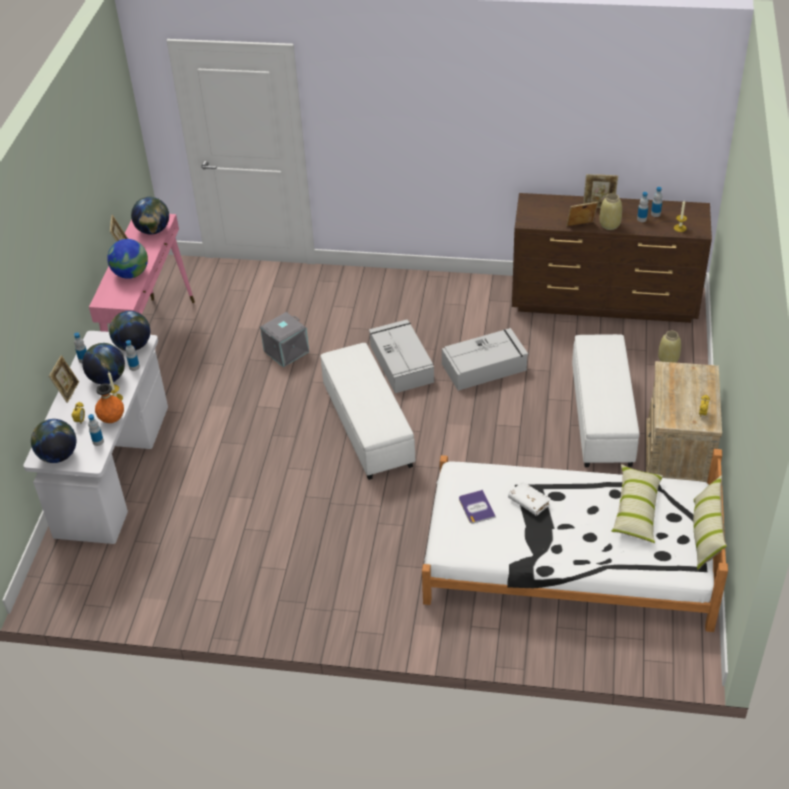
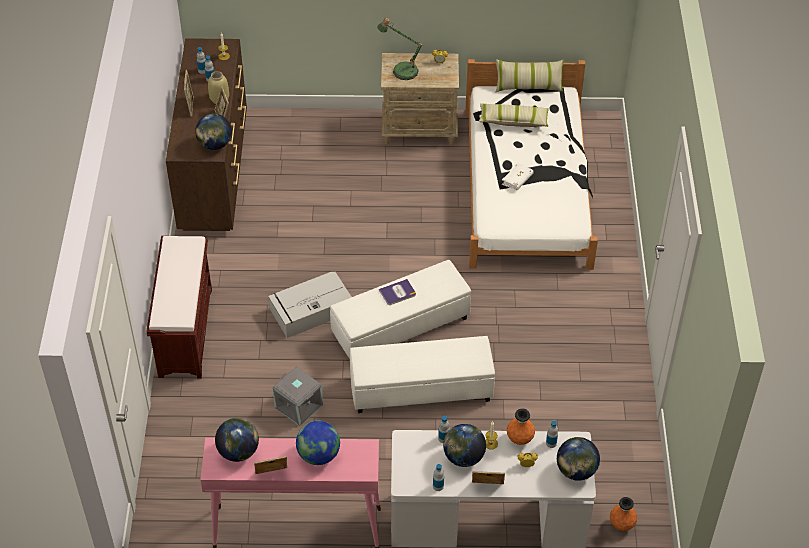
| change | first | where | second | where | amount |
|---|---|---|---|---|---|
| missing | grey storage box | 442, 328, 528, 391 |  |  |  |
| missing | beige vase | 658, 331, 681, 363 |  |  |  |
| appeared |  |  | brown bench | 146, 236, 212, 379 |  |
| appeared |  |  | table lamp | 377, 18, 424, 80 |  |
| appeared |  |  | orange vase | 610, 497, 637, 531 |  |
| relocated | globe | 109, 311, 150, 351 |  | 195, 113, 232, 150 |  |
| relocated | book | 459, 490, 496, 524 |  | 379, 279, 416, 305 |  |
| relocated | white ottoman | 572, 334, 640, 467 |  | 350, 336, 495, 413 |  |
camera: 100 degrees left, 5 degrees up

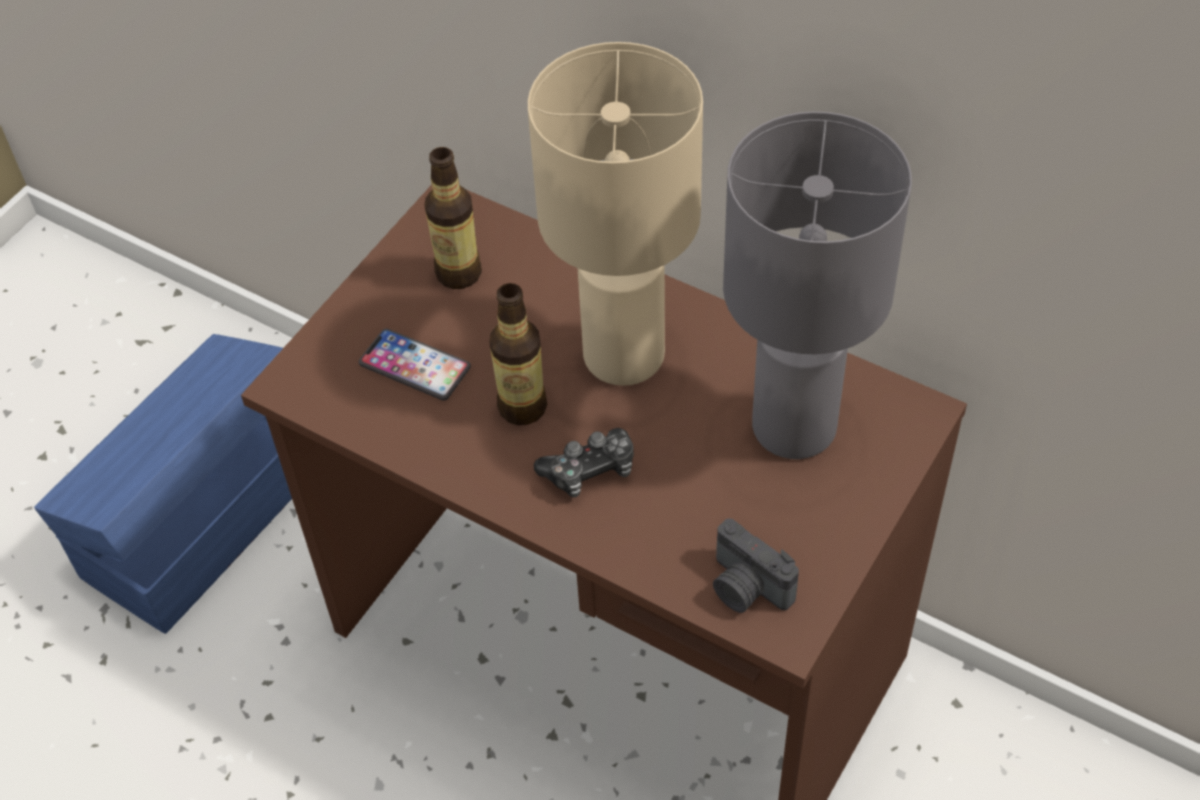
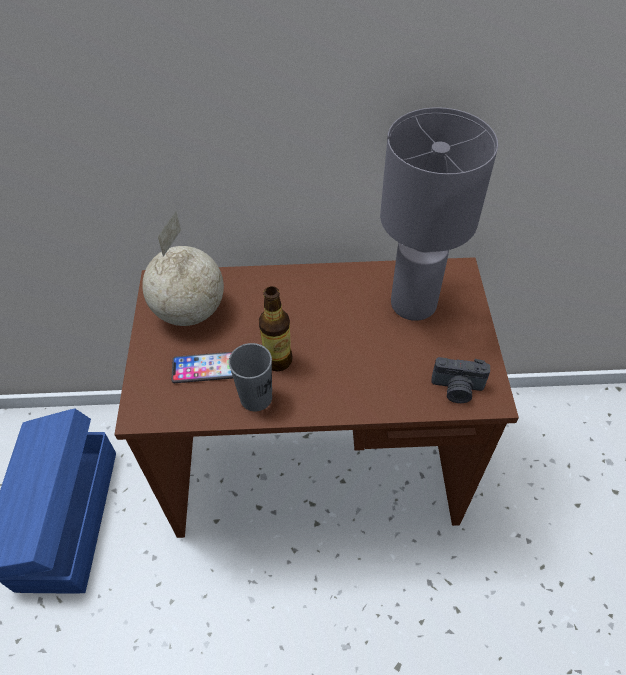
| change | first | where | second | where | amount |
|---|---|---|---|---|---|
| missing | beige table lamp | 528, 42, 703, 386 |  |  |  |
| missing | game controller | 534, 428, 634, 497 |  |  |  |
| appeared |  |  | grey cup | 229, 343, 272, 411 |  |
| exchanged | bottle | 424, 147, 482, 289 | globe | 142, 210, 224, 326 |  |
camera: 35 degrees left, 0 degrees up

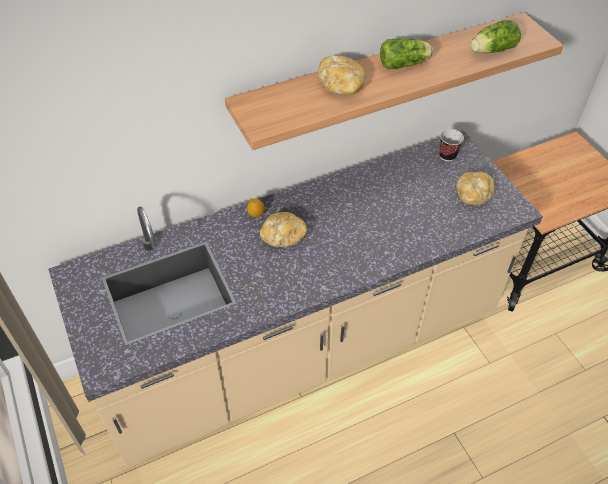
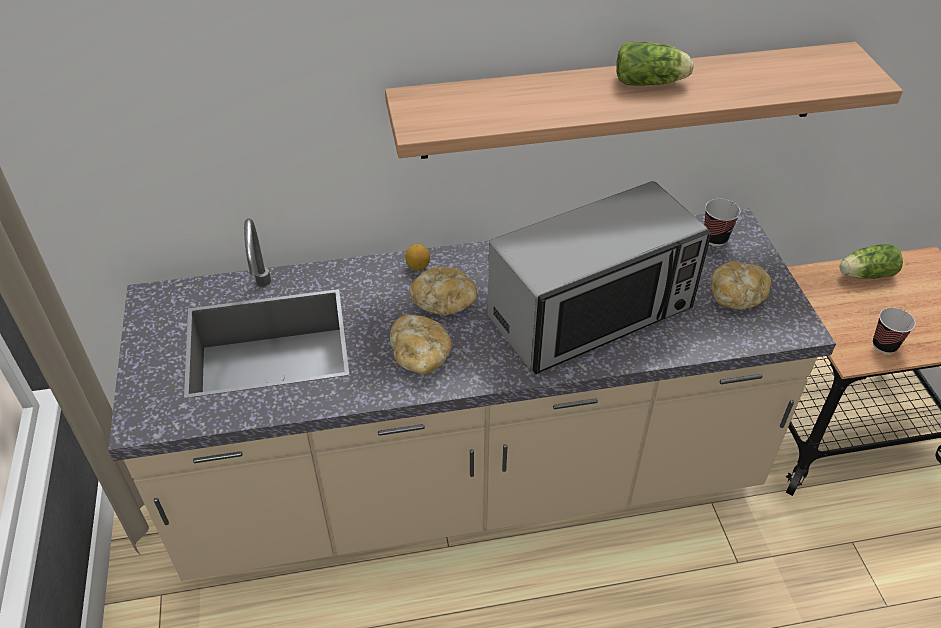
| change | first | where | second | where | amount |
|---|---|---|---|---|---|
| appeared |  |  | microwave | 488, 181, 711, 374 |  |
| appeared |  |  | cup | 873, 307, 916, 354 |  |
| relocated | bread | 318, 55, 366, 95 |  | 390, 315, 452, 374 |  |
| relocated | lettuce | 471, 20, 521, 53 |  | 840, 244, 903, 279 |  |
camera: 15 degrees right, 5 degrees down

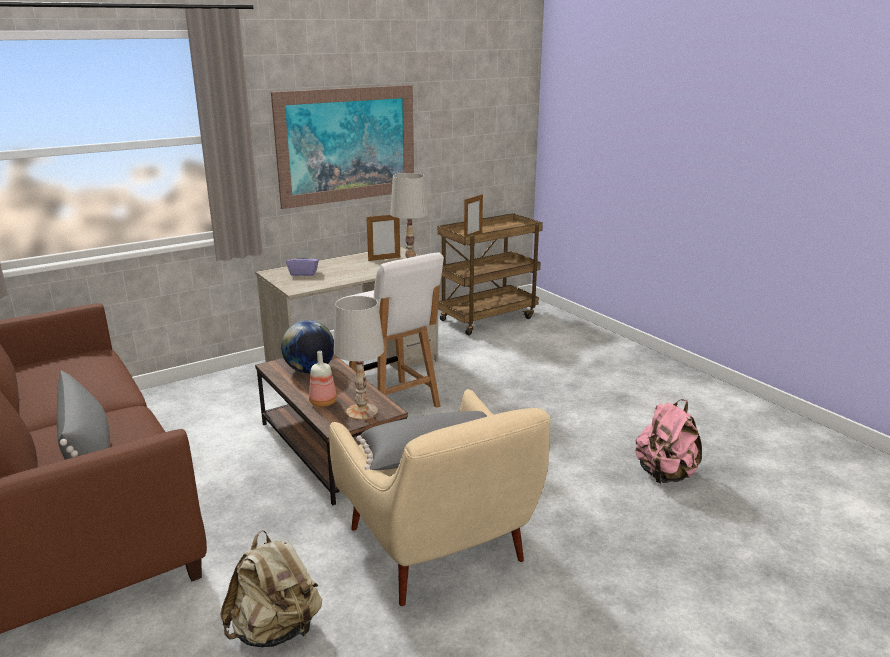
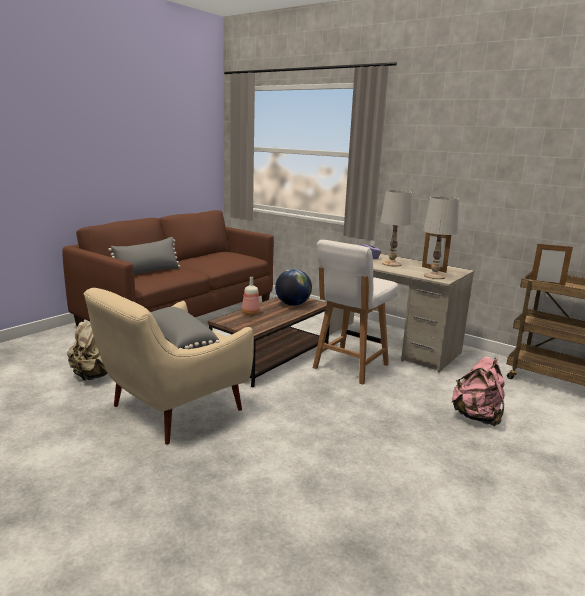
| change | first | where | second | where | amount |
|---|---|---|---|---|---|
| missing | picture | 271, 85, 414, 209 |  |  |  |
| relocated | white table lamp | 333, 296, 384, 420 |  | 380, 190, 412, 267 |  |
| relocated | pink backpack | 635, 399, 702, 483 |  | 452, 356, 505, 426 |  |
camera: 70 degrees right, 5 degrees down

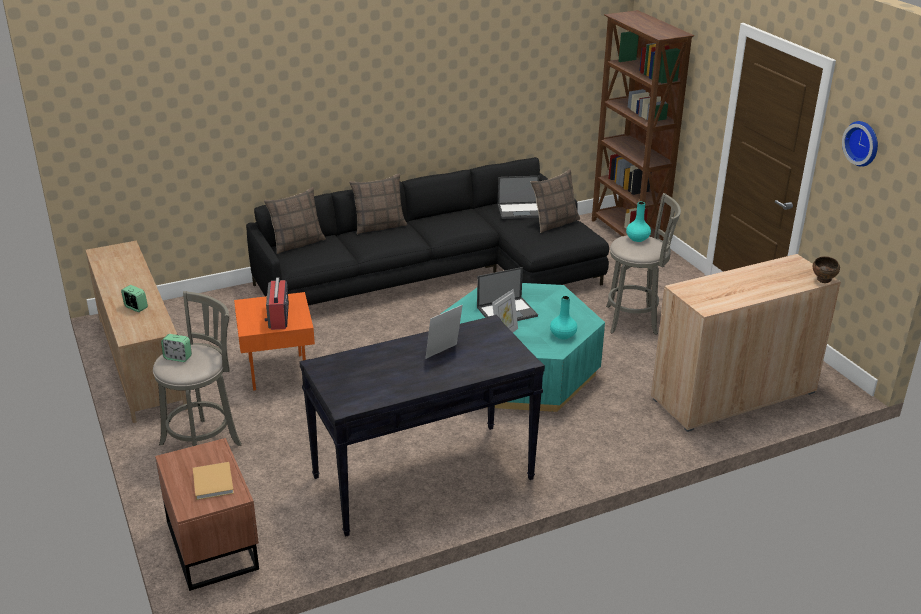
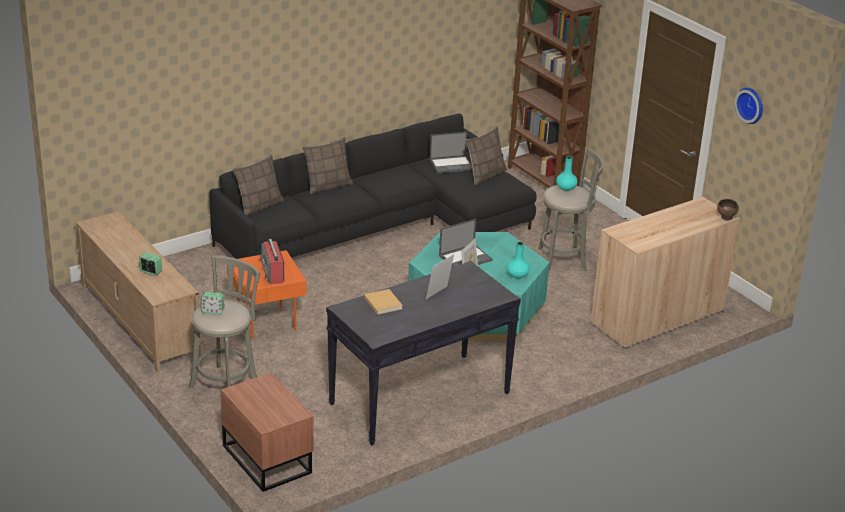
| change | first | where | second | where | amount |
|---|---|---|---|---|---|
| relocated | beige book | 193, 462, 234, 500 |  | 364, 289, 403, 315 |  |
camera: 10 degrees left, 0 degrees up

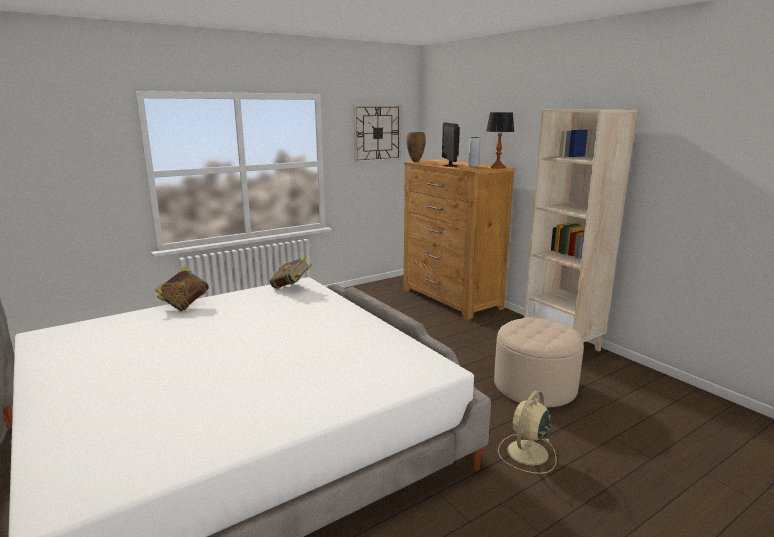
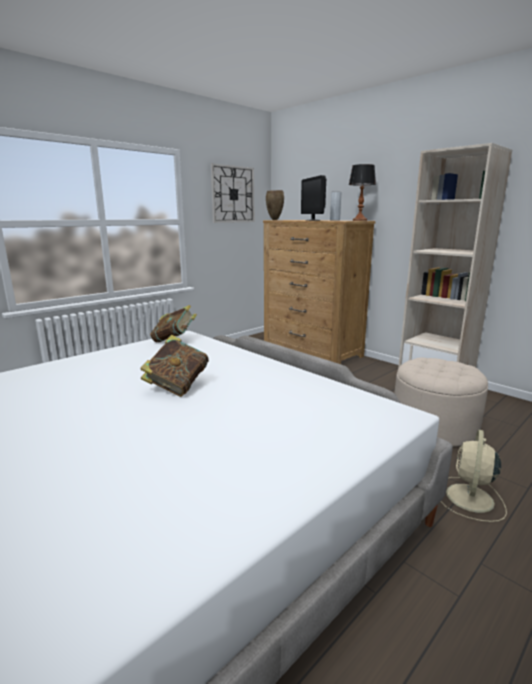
| change | first | where | second | where | amount |
|---|---|---|---|---|---|
| relocated | book | 155, 267, 209, 312 |  | 141, 335, 209, 397 |  |
camera: 10 degrees left, 0 degrees up

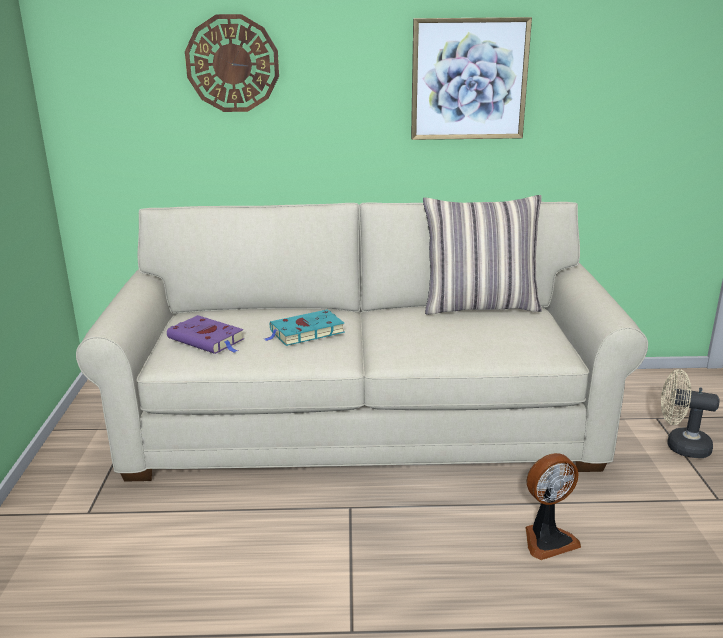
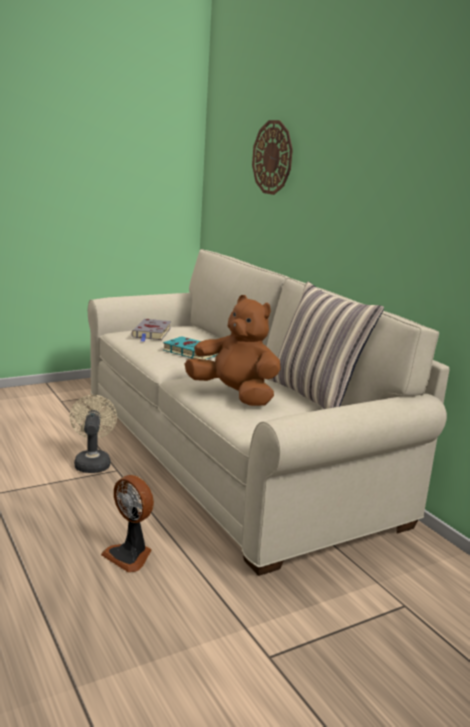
| change | first | where | second | where | amount |
|---|---|---|---|---|---|
| missing | picture | 411, 17, 532, 140 |  |  |  |
| appeared |  |  | brown plush toy | 185, 295, 280, 406 |  |
| relocated | beige fan | 661, 369, 720, 458 |  | 70, 395, 117, 473 |  |
| colour | purple book | 167, 315, 244, 354 | grey book | 131, 319, 171, 342 |  |
camera: 60 degrees right, 5 degrees down

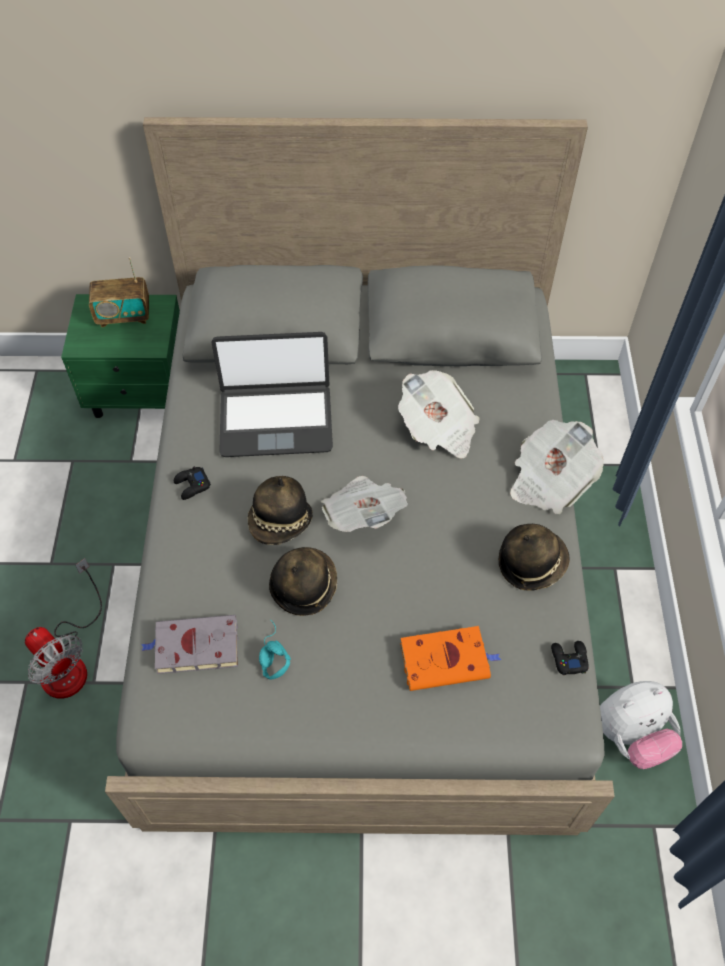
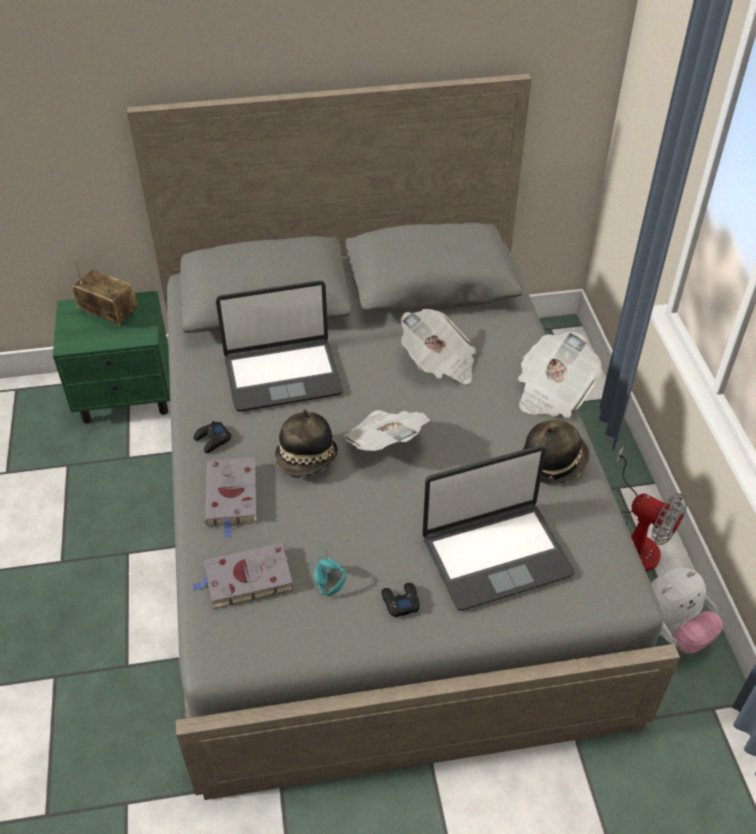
| change | first | where | second | where | amount |
|---|---|---|---|---|---|
| missing | hat | 269, 547, 337, 616 |  |  |  |
| appeared |  |  | grey book | 205, 457, 257, 538 |  |
| relocated | fan | 25, 558, 102, 699 |  | 616, 446, 687, 572 |  |
| relocated | black game controller | 551, 641, 589, 675 |  | 381, 583, 420, 617 |  |
| exchanged | orange book | 400, 626, 501, 691 | laptop | 422, 445, 574, 611 |  |
| spun | radio | 89, 257, 149, 327 |  | 72, 258, 137, 327 | 135 degrees counterclockwise |
camera: 10 degrees left, 10 degrees down

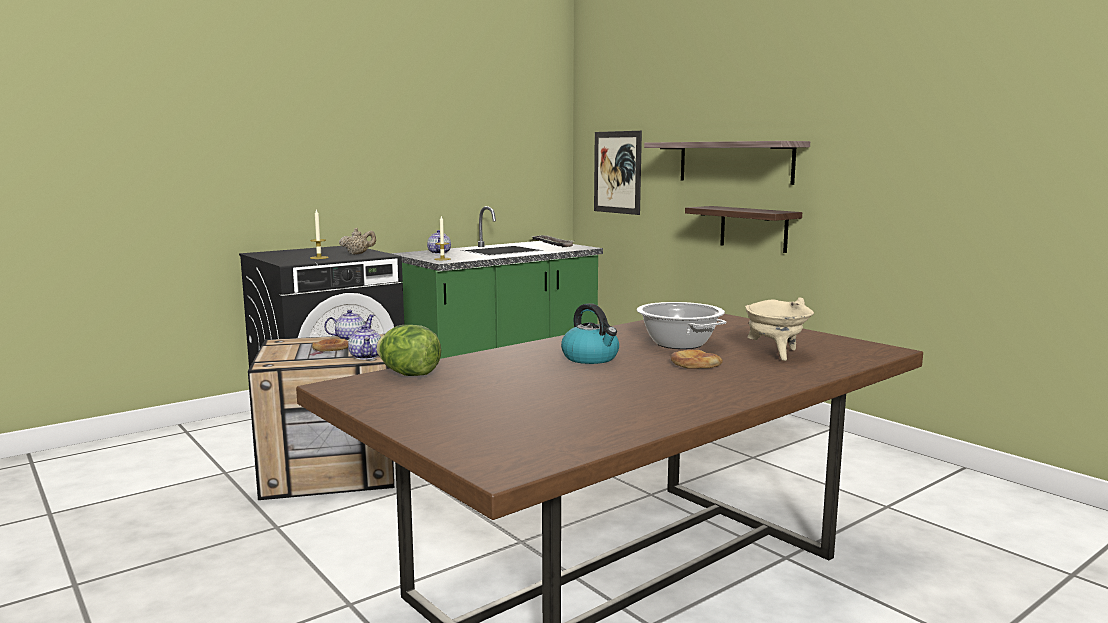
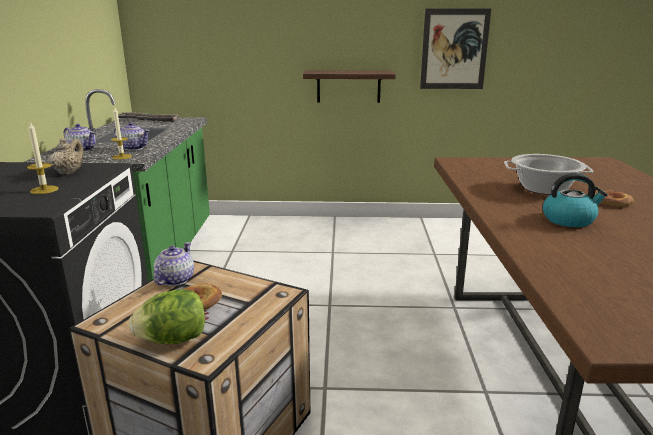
| change | first | where | second | where | amount |
|---|---|---|---|---|---|
| missing | shelf | 644, 141, 810, 185 |  |  |  |
| missing | beige cooking pot | 745, 298, 814, 361 |  |  |  |
| relocated | teapot | 348, 325, 381, 360 |  | 114, 122, 150, 151 |  |
| relocated | lettuce | 376, 325, 441, 376 |  | 129, 290, 205, 344 |  |
| relocated | picture | 594, 131, 642, 215 |  | 420, 9, 491, 89 |  |
camera: 50 degrees left, 10 degrees up

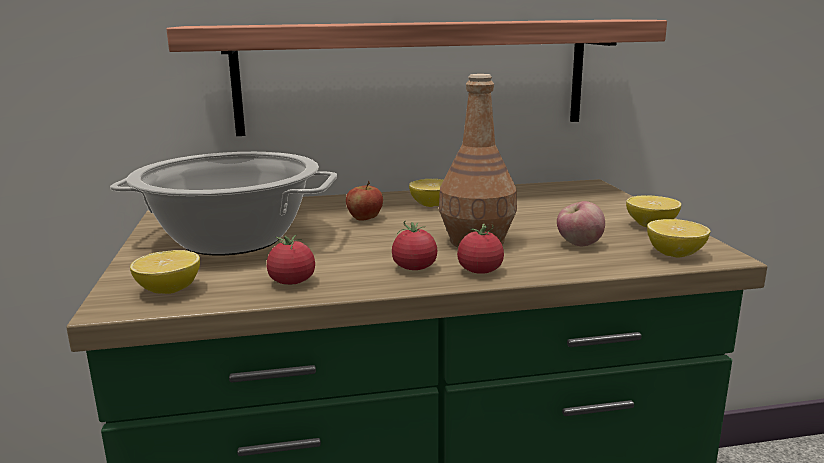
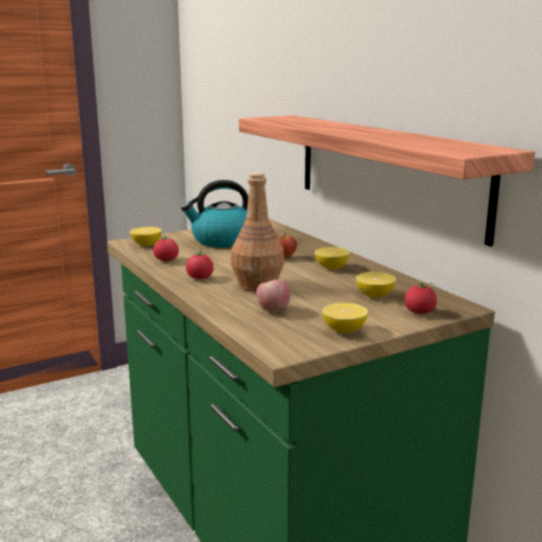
| change | first | where | second | where | amount |
|---|---|---|---|---|---|
| relocated | tomato | 457, 224, 504, 274 |  | 405, 281, 437, 314 |  |
| relocated | lemon | 647, 219, 711, 258 |  | 356, 272, 396, 298 |  |
| exchanged | cooking pot | 110, 152, 337, 256 | kettle | 181, 180, 248, 248 |  |
camera: 70 degrees right, 0 degrees up

